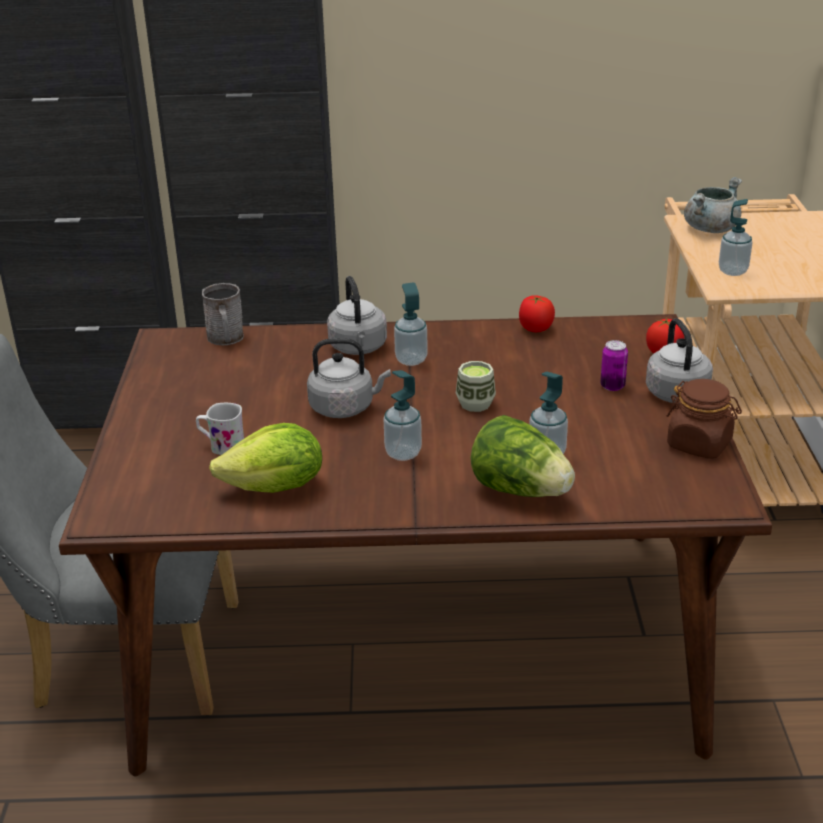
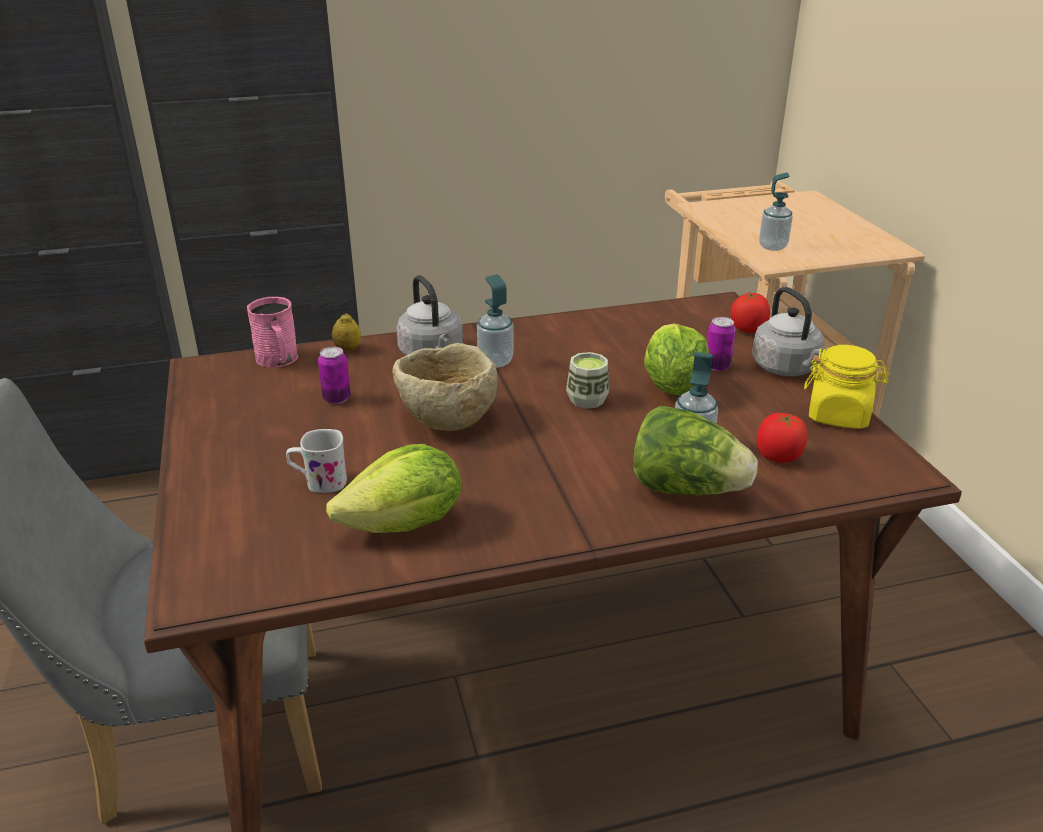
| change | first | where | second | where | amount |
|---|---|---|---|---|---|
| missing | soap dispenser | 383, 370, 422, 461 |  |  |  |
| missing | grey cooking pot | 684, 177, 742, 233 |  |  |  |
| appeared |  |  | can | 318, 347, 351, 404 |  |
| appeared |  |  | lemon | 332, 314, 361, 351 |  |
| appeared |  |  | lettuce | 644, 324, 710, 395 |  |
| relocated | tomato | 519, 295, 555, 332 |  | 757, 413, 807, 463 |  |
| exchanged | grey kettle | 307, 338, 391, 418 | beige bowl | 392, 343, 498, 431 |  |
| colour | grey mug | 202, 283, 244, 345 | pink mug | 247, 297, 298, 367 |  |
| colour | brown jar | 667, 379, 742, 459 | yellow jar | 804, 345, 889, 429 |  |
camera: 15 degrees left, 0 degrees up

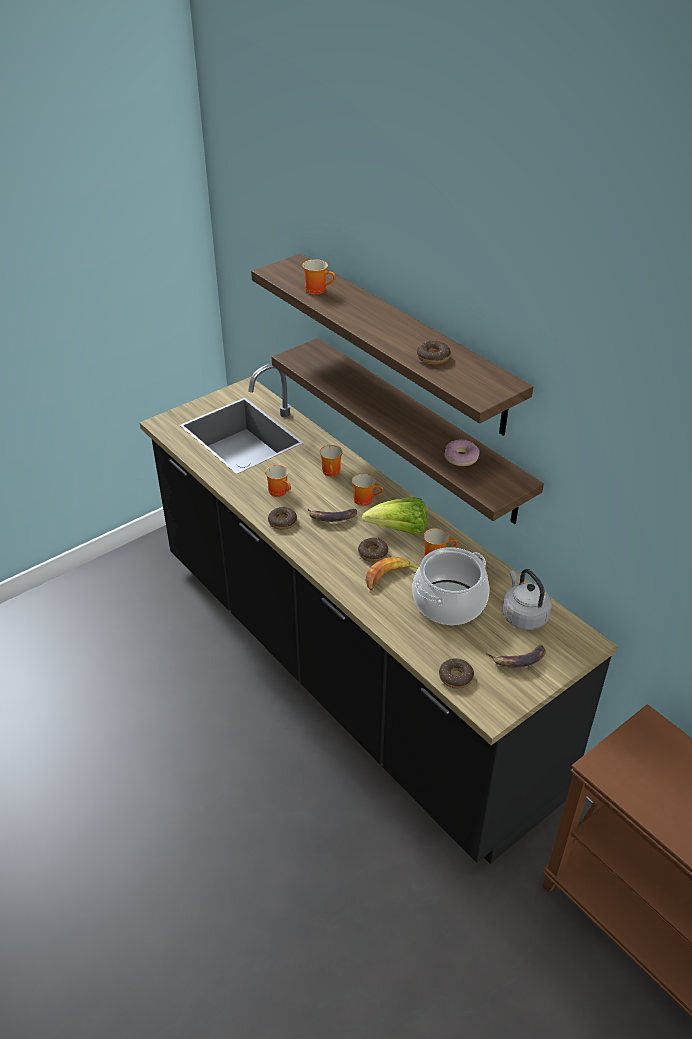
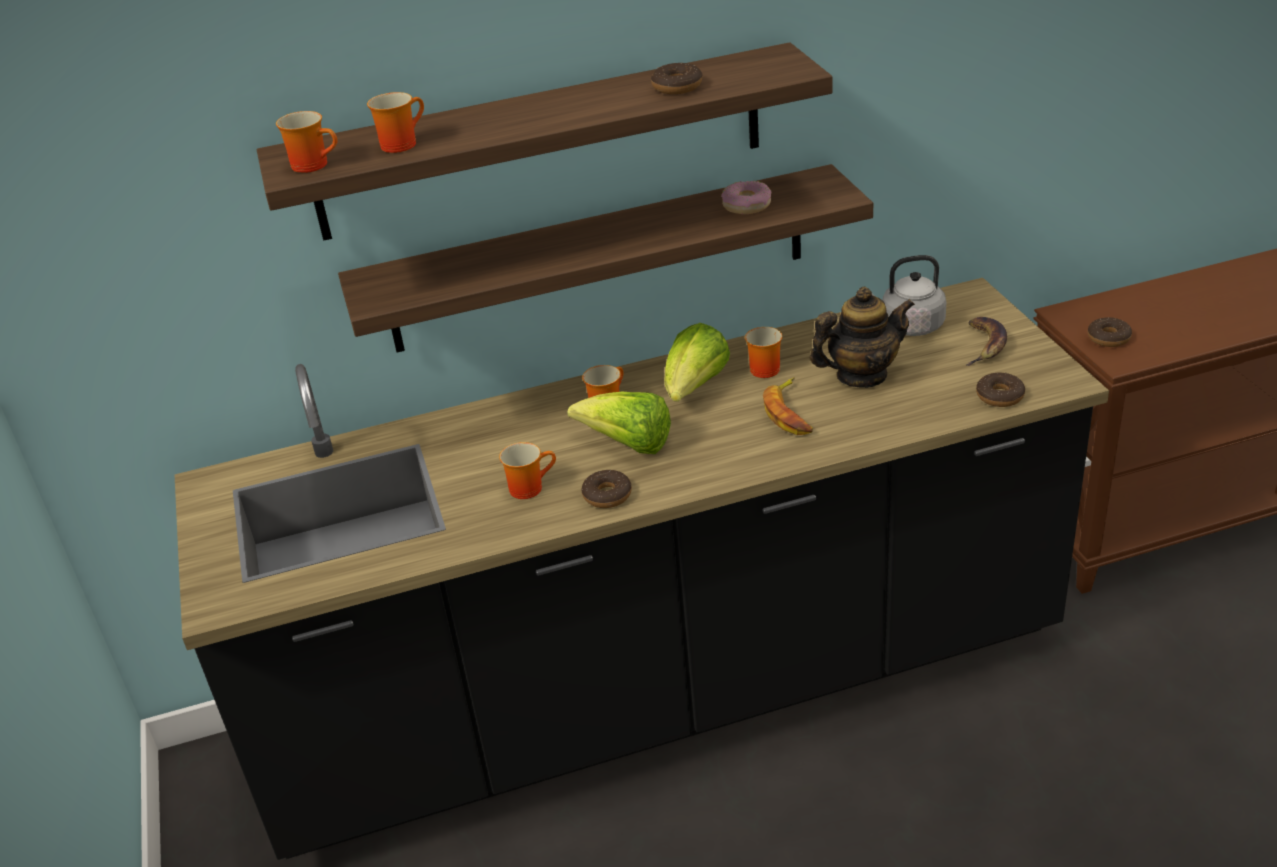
| change | first | where | second | where | amount |
|---|---|---|---|---|---|
| relocated | mug | 320, 445, 343, 477 |  | 276, 111, 337, 173 |  |
| relocated | donut | 358, 538, 388, 562 |  | 1088, 317, 1132, 347 |  |
| exchanged | banana | 308, 509, 357, 522 | lettuce | 567, 391, 671, 454 |  |
| exchanged | cooking pot | 412, 547, 489, 625 | teapot | 810, 286, 915, 388 |  |
camera: 65 degrees left, 5 degrees down

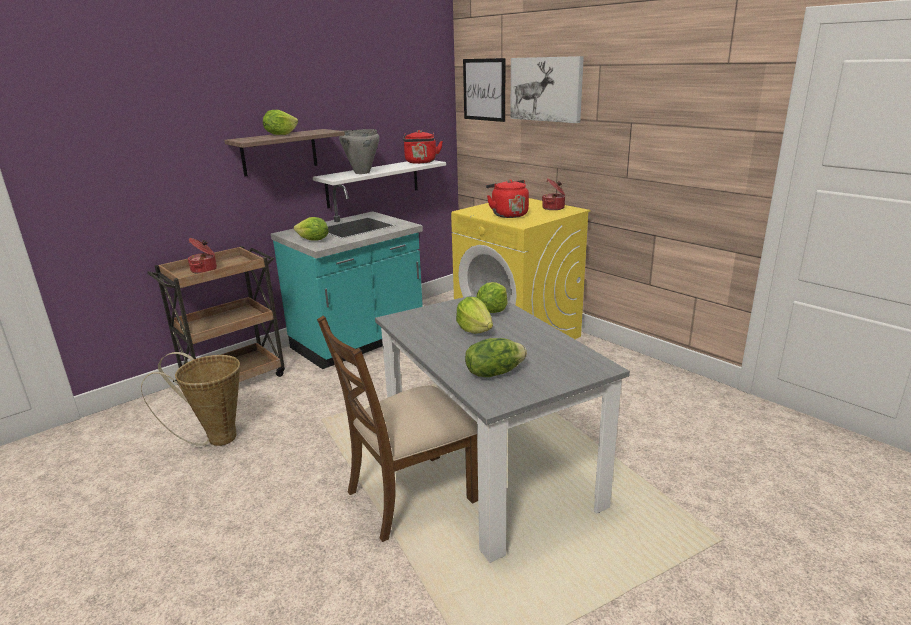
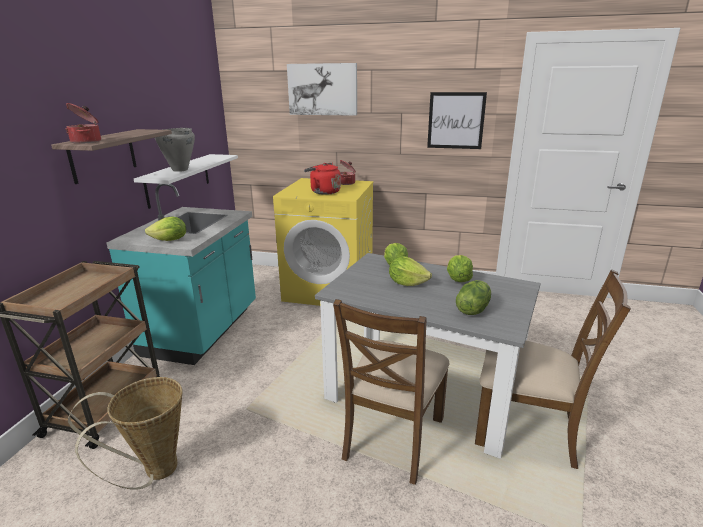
| change | first | where | second | where | amount |
|---|---|---|---|---|---|
| missing | red kettle | 403, 130, 443, 164 |  |  |  |
| appeared |  |  | brown chair | 475, 269, 631, 469 |  |
| relocated | cooking pot | 188, 238, 217, 274 |  | 66, 103, 101, 144 |  |
| relocated | lettuce | 263, 110, 298, 135 |  | 447, 255, 473, 282 |  |
| relocated | picture | 463, 58, 505, 122 |  | 427, 92, 487, 149 |  |
camera: 35 degrees left, 0 degrees up

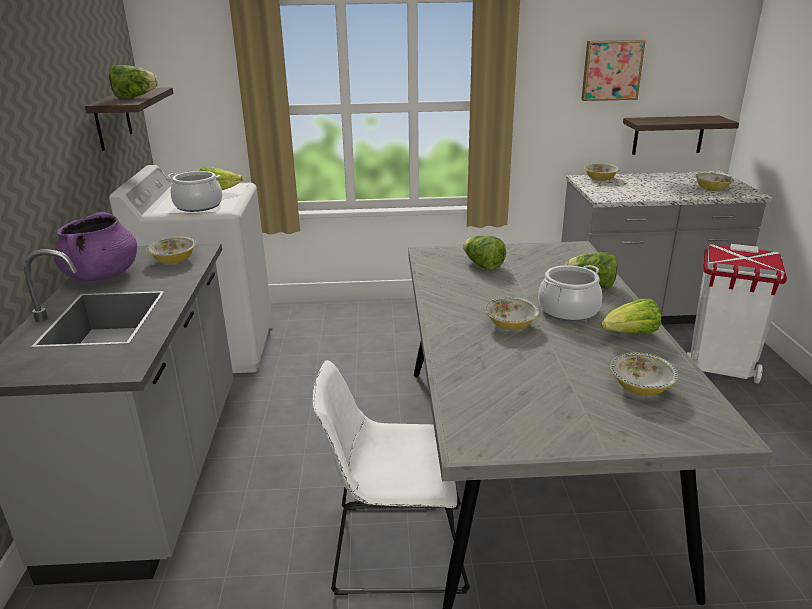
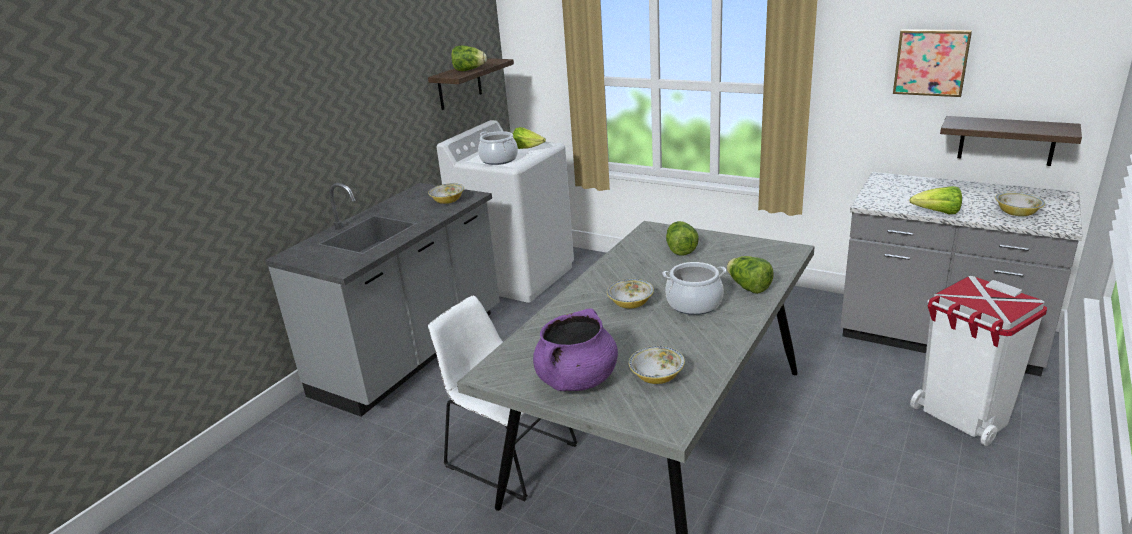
| change | first | where | second | where | amount |
|---|---|---|---|---|---|
| missing | bowl | 584, 163, 620, 181 |  |  |  |
| relocated | purple cooking pot | 54, 212, 137, 281 |  | 533, 308, 618, 391 |  |
| relocated | lettuce | 601, 299, 661, 334 |  | 909, 186, 962, 214 |  |
camera: 35 degrees right, 0 degrees up

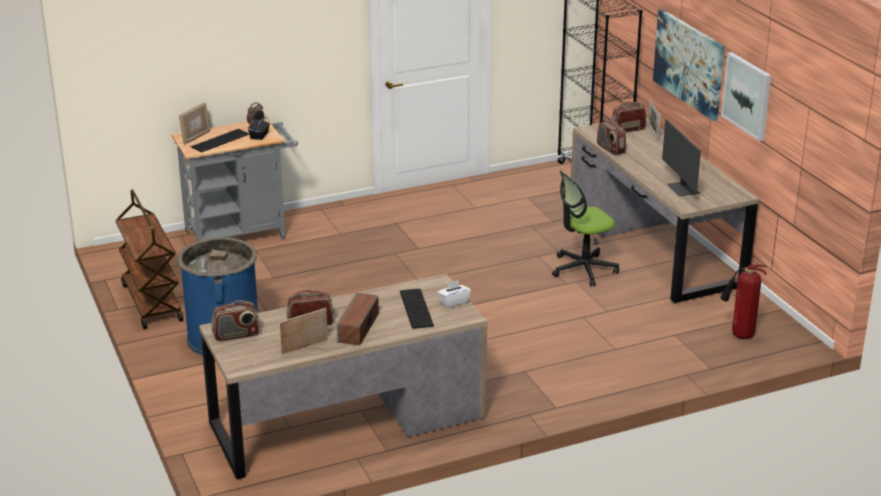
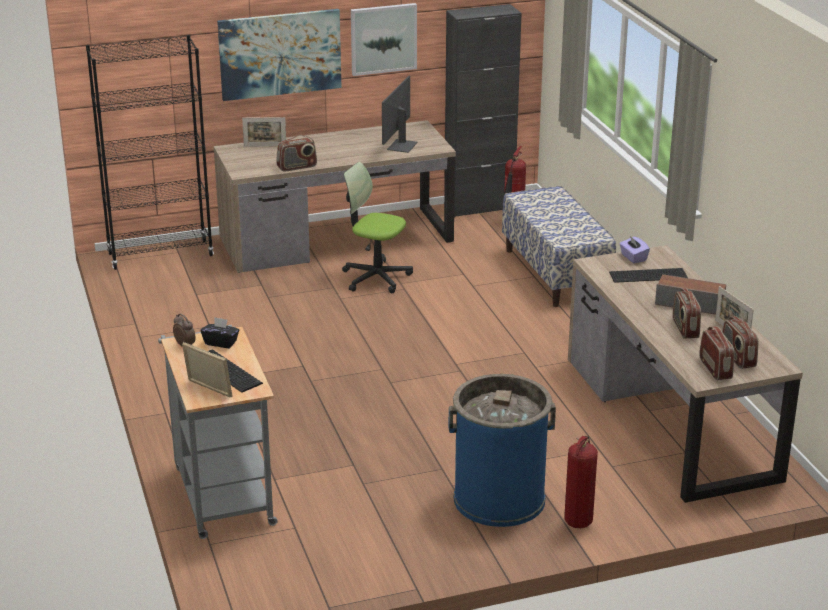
| change | first | where | second | where | amount |
|---|---|---|---|---|---|
| missing | brown cart | 115, 189, 183, 329 |  |  |  |
| appeared |  |  | black cabinet | 444, 4, 522, 218 |  |
| appeared |  |  | bench | 502, 186, 616, 307 |  |
| appeared |  |  | fire extinguisher | 564, 436, 598, 528 |  |
| relocated | radio | 611, 101, 646, 133 |  | 722, 316, 758, 369 |  |
| colour | white tissue box | 438, 280, 471, 308 | purple tissue box | 619, 236, 650, 263 |  |
| spun | office chair | 552, 170, 619, 286 |  | 342, 162, 413, 293 | 135 degrees clockwise |
| spun | monitor | 662, 119, 701, 196 |  | 382, 76, 418, 153 | 120 degrees clockwise |
camera: 85 degrees left, 0 degrees up

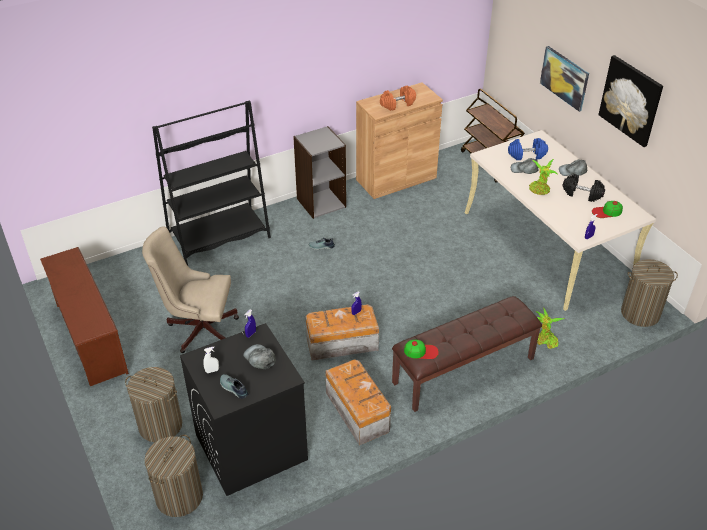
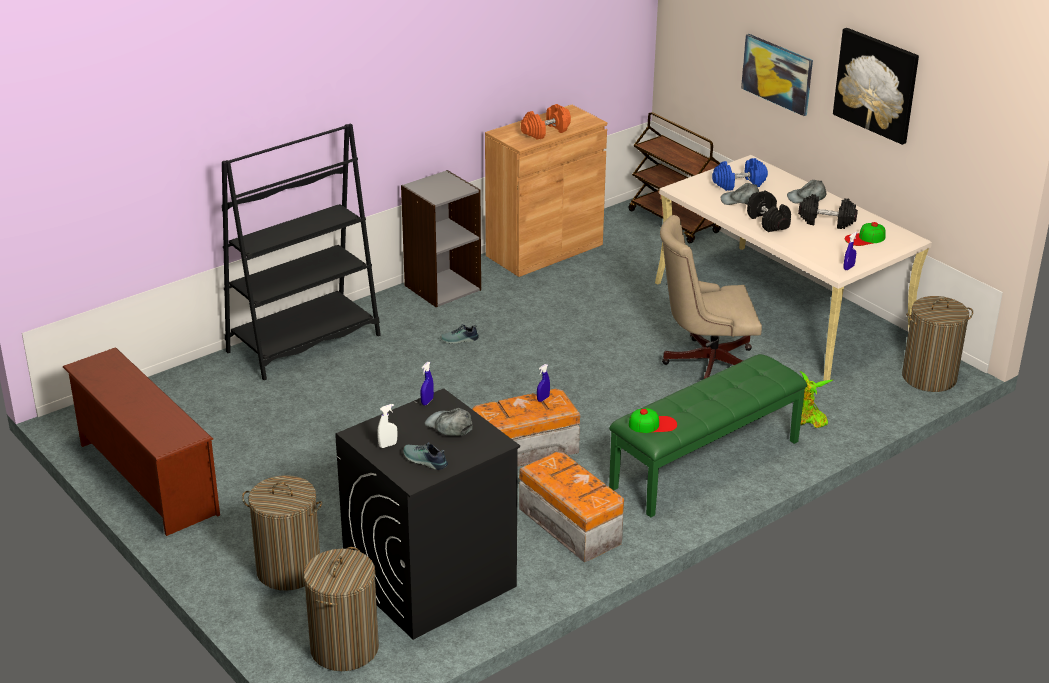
| change | first | where | second | where | amount |
|---|---|---|---|---|---|
| relocated | beige office chair | 142, 226, 239, 353 |  | 660, 215, 762, 379 |  |
| exchanged | potted plant | 529, 159, 558, 195 | black dumbbell | 747, 190, 791, 232 |  |
| colour | brown bench | 392, 296, 542, 412 | green bench | 609, 354, 807, 517 |  |
camera: 10 degrees left, 10 degrees down

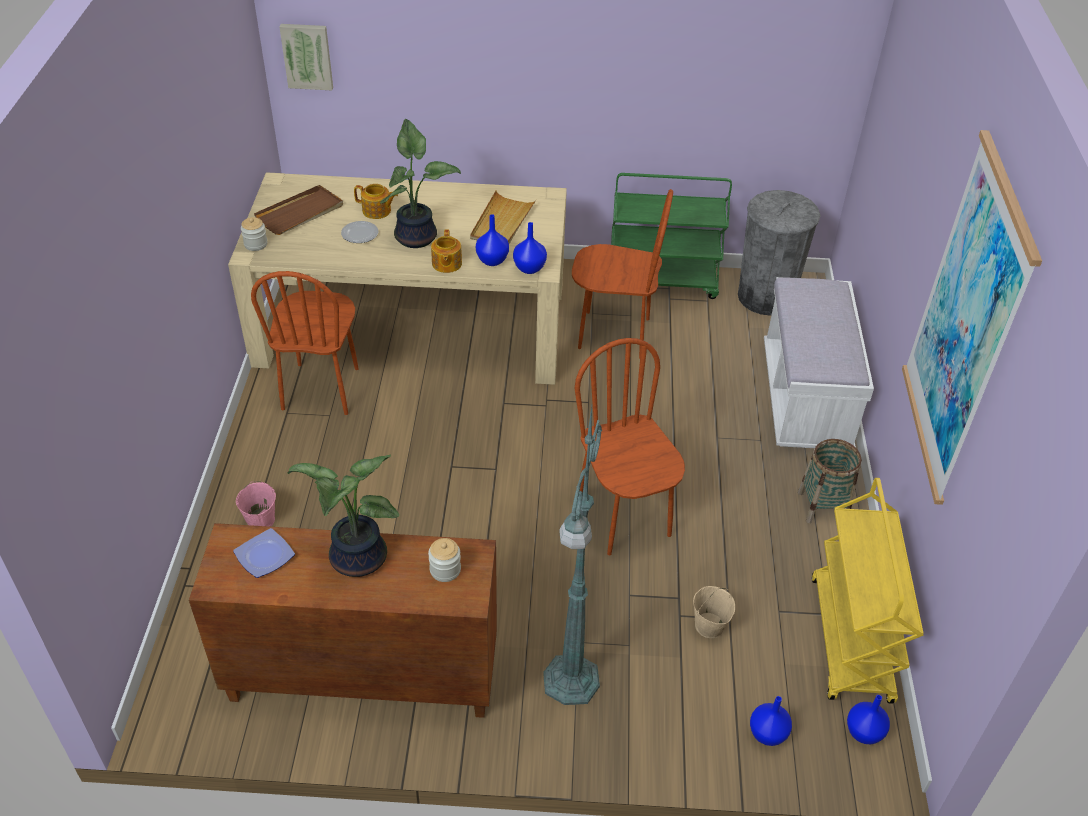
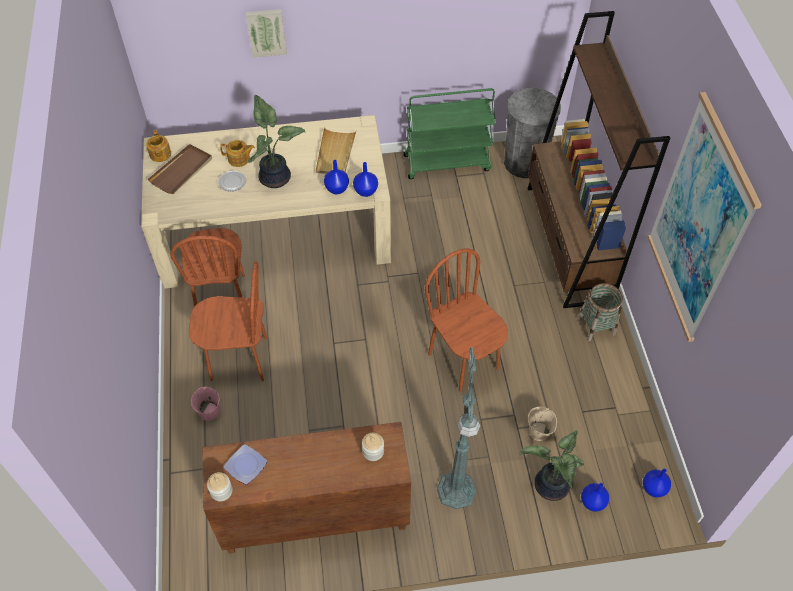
| change | first | where | second | where | amount |
|---|---|---|---|---|---|
| missing | yellow cart | 812, 478, 923, 704 |  |  |  |
| relocated | jar | 241, 217, 268, 251 |  | 207, 472, 232, 501 |  |
| relocated | picture | 280, 24, 333, 90 |  | 246, 9, 287, 58 |  |
| relocated | potted plant | 287, 455, 399, 577 |  | 519, 430, 584, 501 |  |
| relocated | teapot | 431, 230, 462, 273 |  | 146, 130, 171, 162 |  |
| relocated | brown chair | 572, 189, 673, 358 |  | 189, 261, 267, 382 |  |
| exchanged | white bench | 764, 277, 874, 448 | brown bookcase | 527, 11, 670, 308 |  |
camera: 10 degrees left, 10 degrees up

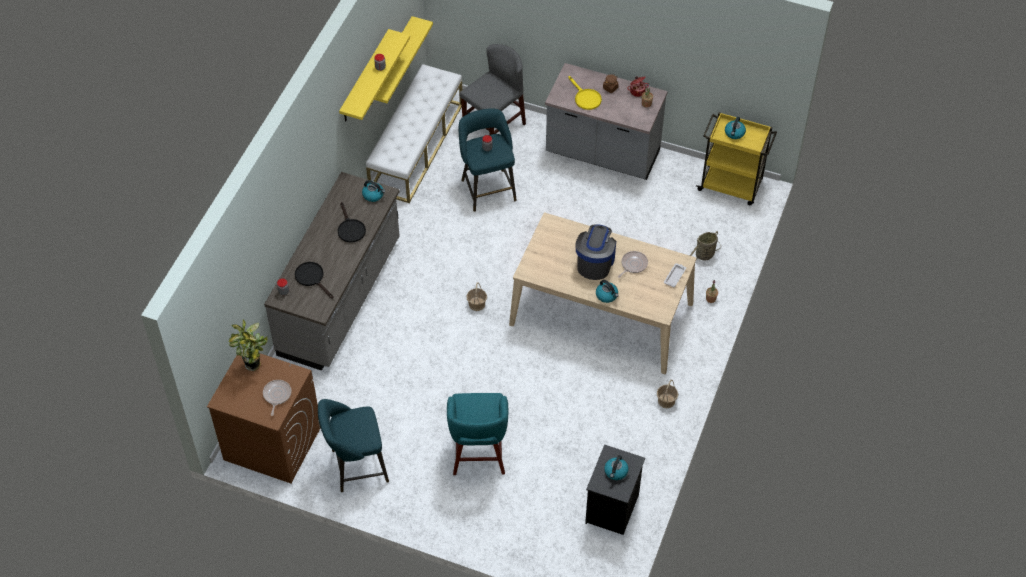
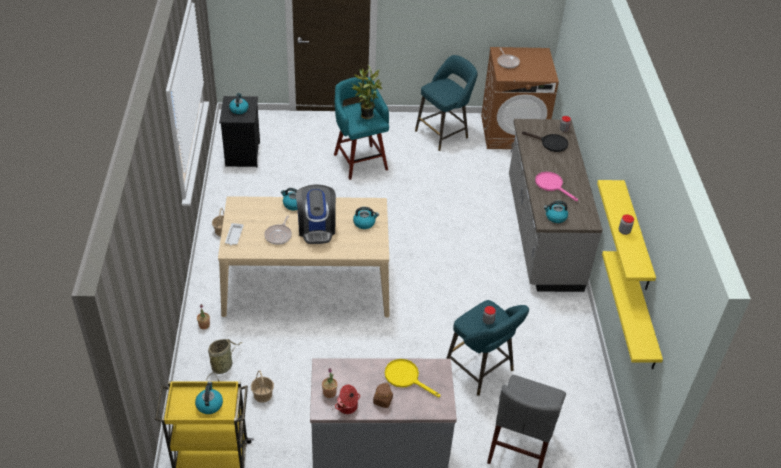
| change | first | where | second | where | amount |
|---|---|---|---|---|---|
| missing | white bench | 366, 64, 462, 203 |  |  |  |
| appeared |  |  | kettle | 353, 207, 379, 229 |  |
| relocated | potted plant | 229, 319, 268, 371 |  | 352, 65, 382, 119 |  |
| relocated | basket | 466, 282, 487, 311 |  | 251, 370, 274, 403 |  |
| colour | black frying pan | 337, 202, 366, 243 | pink frying pan | 535, 172, 578, 201 |  |
camera: 155 degrees right, 10 degrees down

